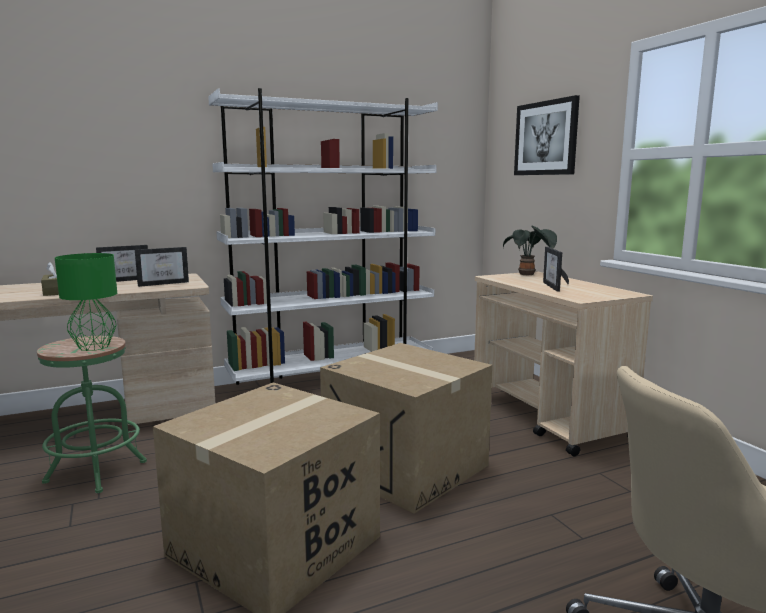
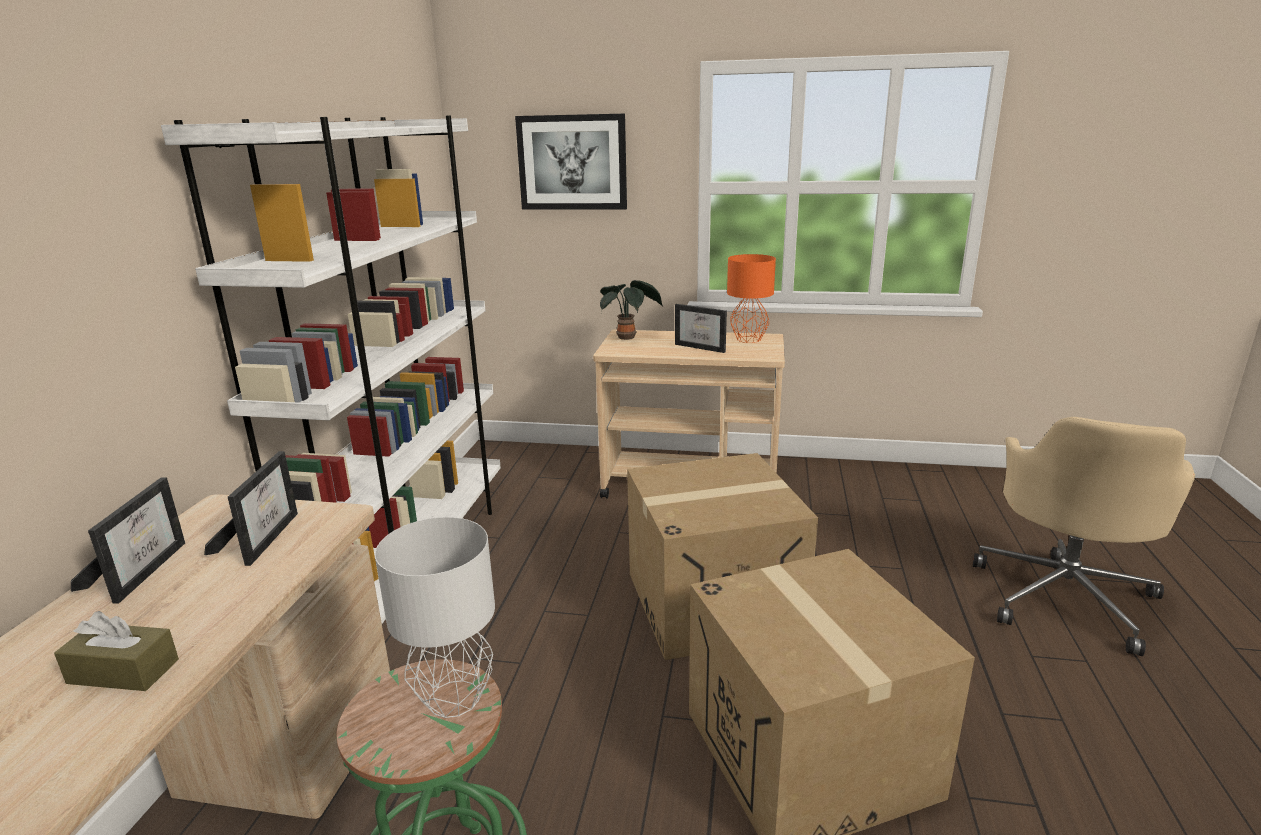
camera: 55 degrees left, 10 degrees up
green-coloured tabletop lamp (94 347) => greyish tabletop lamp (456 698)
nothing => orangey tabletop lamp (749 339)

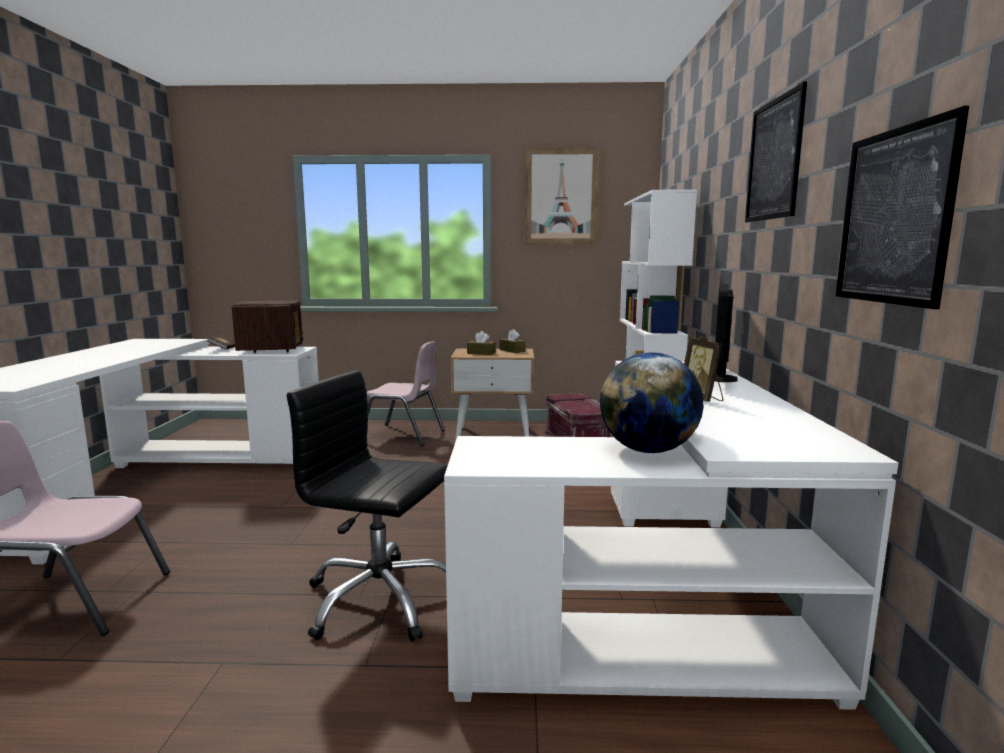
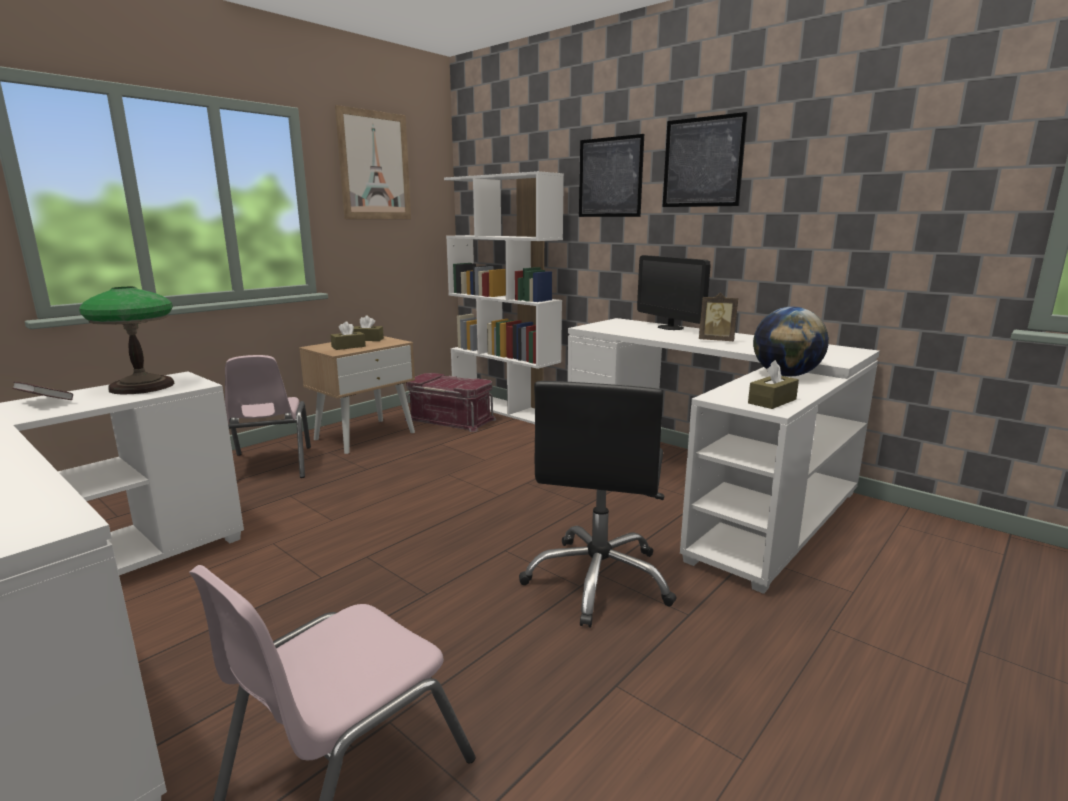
camera: 50 degrees left, 5 degrees up
radio receiver (272 350) => tabletop lamp (141 386)
black office chair (379 599) => black office chair (599 580), 45 degrees counterclockwise
pink plain chair (403 435) => pink plain chair (270 466), 105 degrees clockwise
picture (893 216) => picture (610 177), move
nothing => brown tissue holder (772 401)

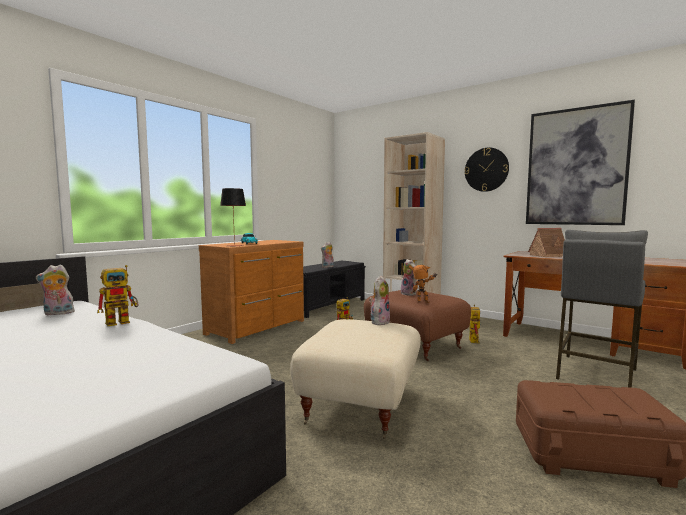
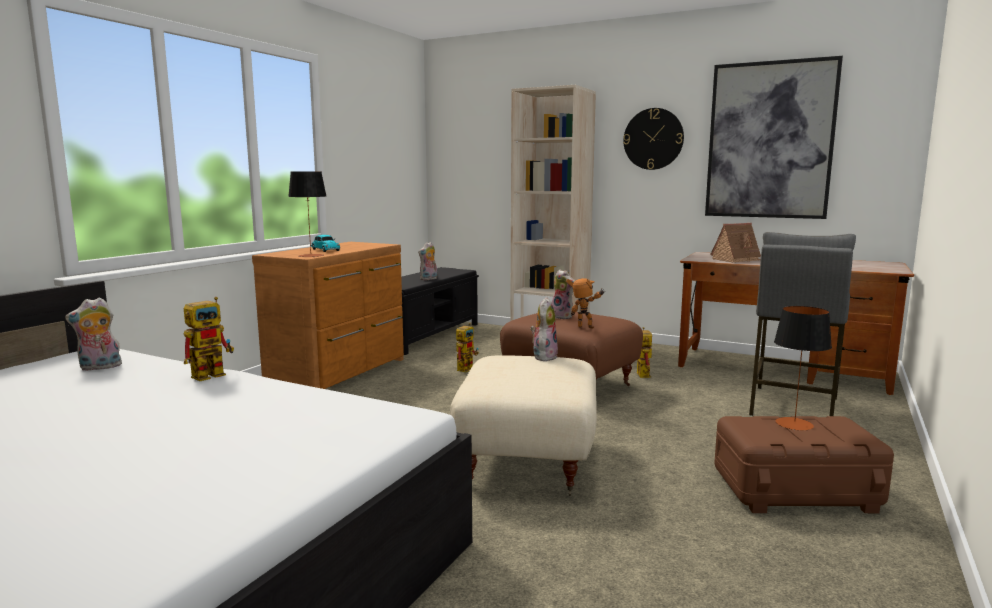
camera: 10 degrees left, 5 degrees up
nothing => tabletop lamp (794 424)

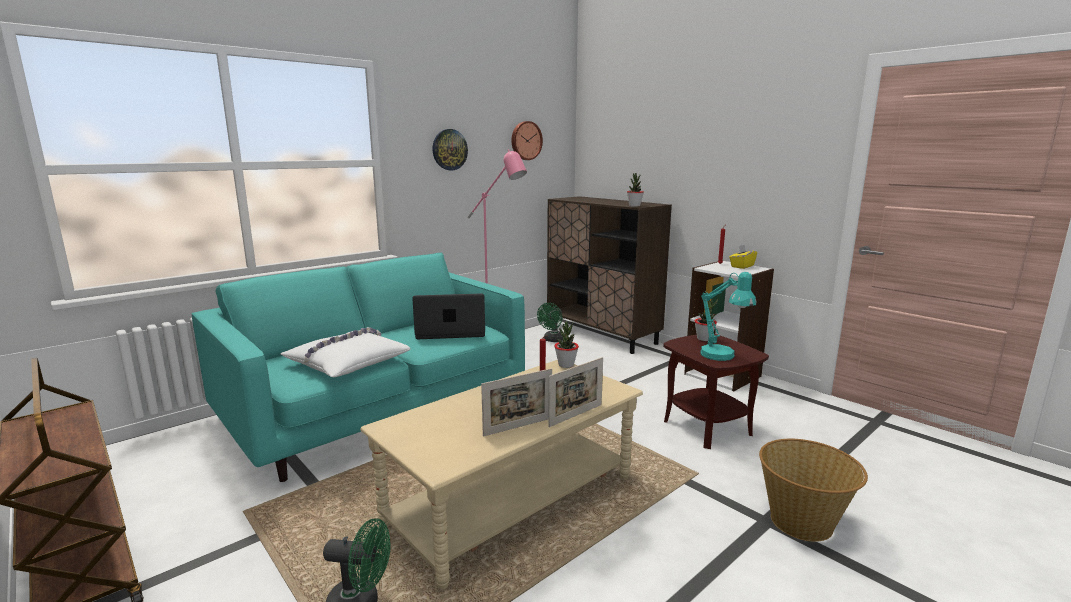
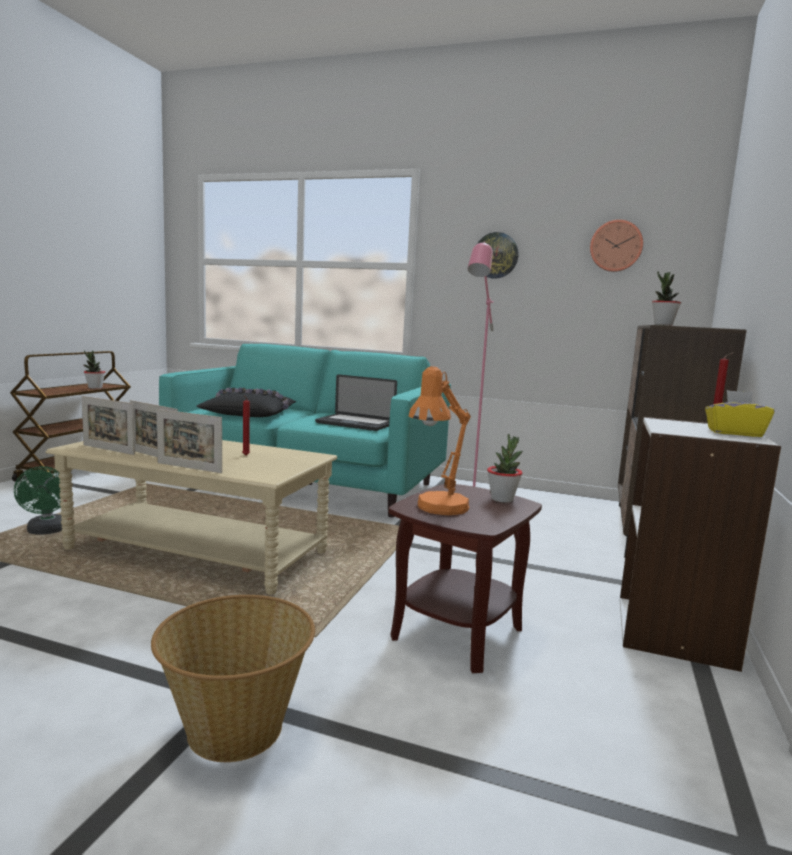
camera: 60 degrees right, 5 degrees down
white-coloured pillow (347 363) => black pillow (250 414)
portable computer (451 332) => portable computer (355 424), 150 degrees clockwise
green-coloured fan (552 340) => nothing
plant in a pot (566 365) => plant in a pot (95 388), move
turquoise-coloured tabletop lamp (722 357) => orangey tabletop lamp (437 509)
nothing => photo frame (108 450)

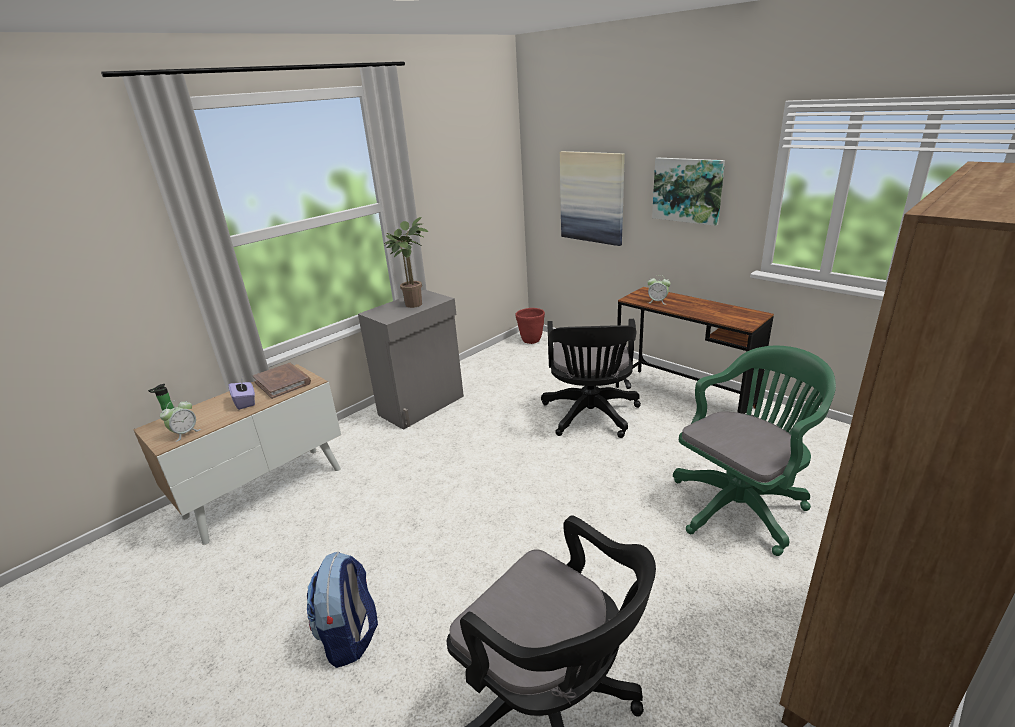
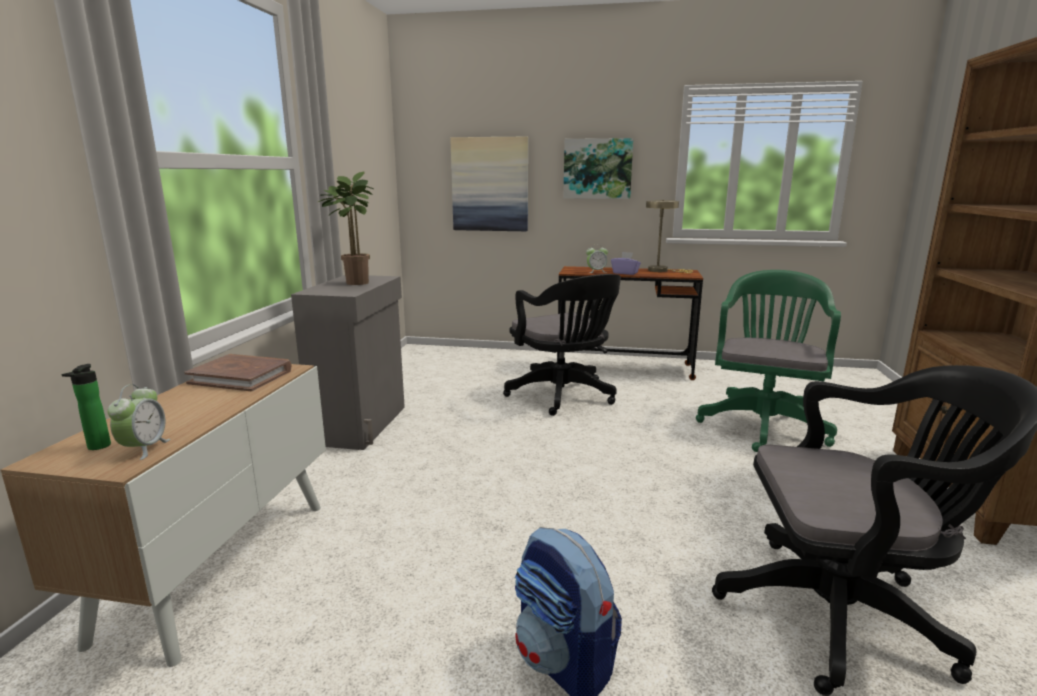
camera: 35 degrees left, 10 degrees down
purple tissue holder (245 402) => purple tissue holder (625 273), move
reddish plant pot (531 340) => nothing
nothing => sand-coloured tabletop lamp (661 270)

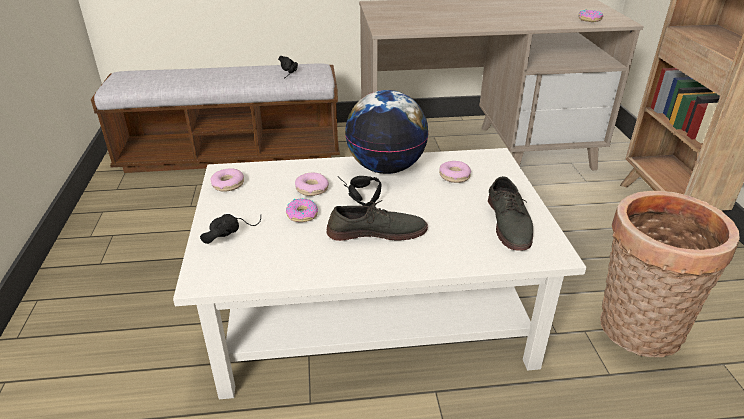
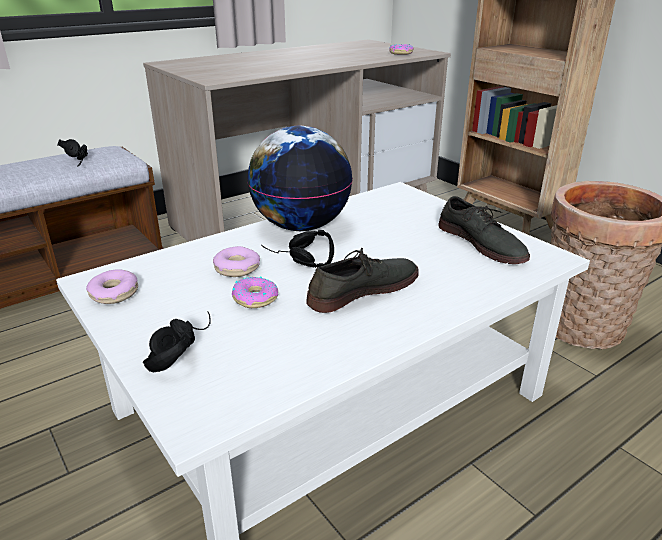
camera: 30 degrees left, 5 degrees down
doughnut (454 176) => nothing

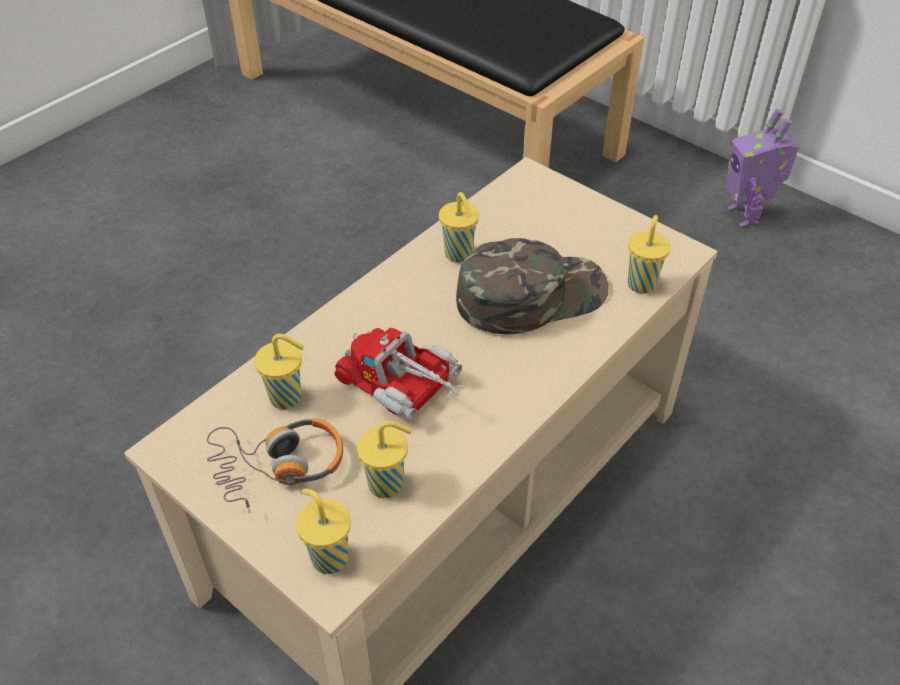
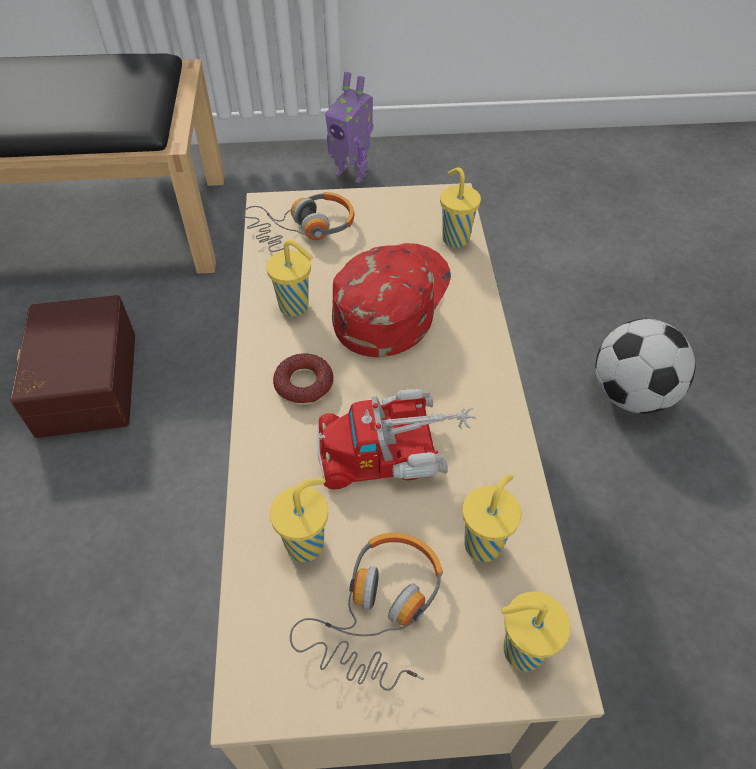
camera: 45 degrees left, 5 degrees up
green-coloured peaked cap (530 295) => reddish peaked cap (391 300)
nothing => brown storage container (83 383)
nothing => headphones (303 230)
nothing => doughnut (304 385)
nothing => ball for football (629 395)

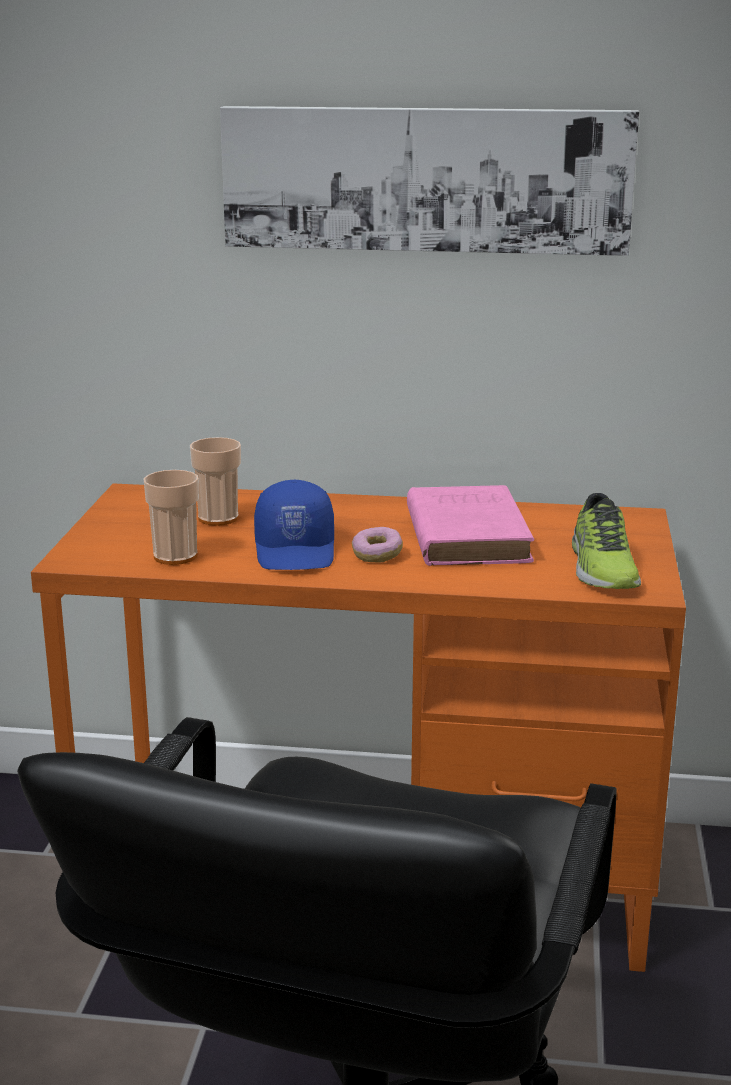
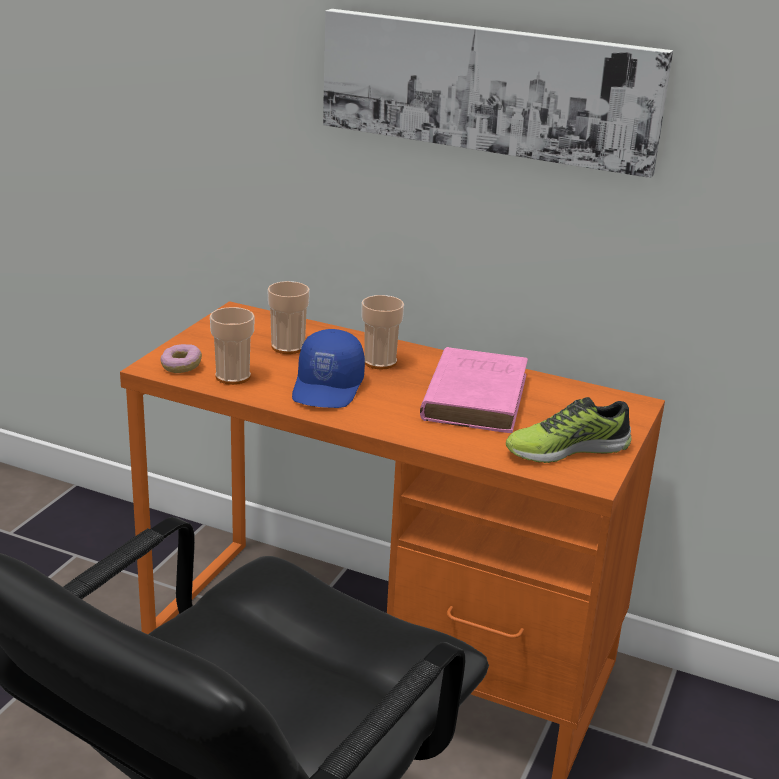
camera: 15 degrees right, 5 degrees up
doughnut (377 555) => doughnut (181 367), move
item of footwear (601 568) => item of footwear (566 449), 60 degrees clockwise
nothing => cup (380 362)

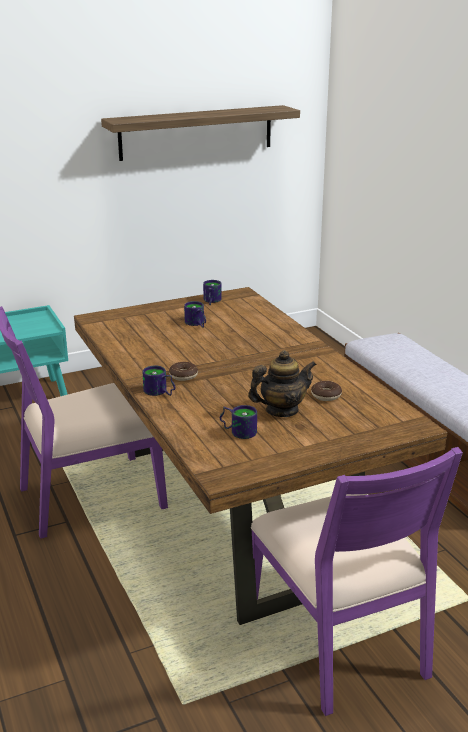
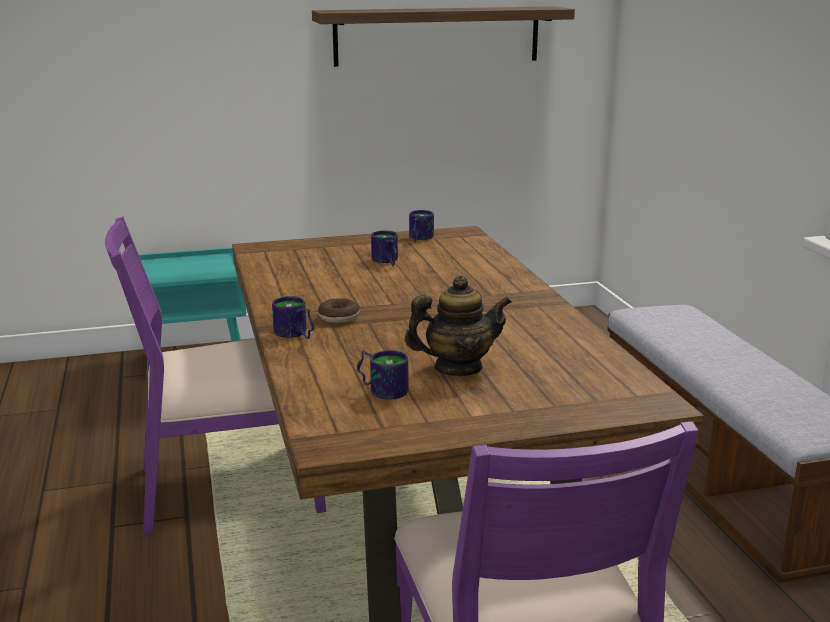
camera: 10 degrees right, 5 degrees down
doughnut (326 395) => nothing

